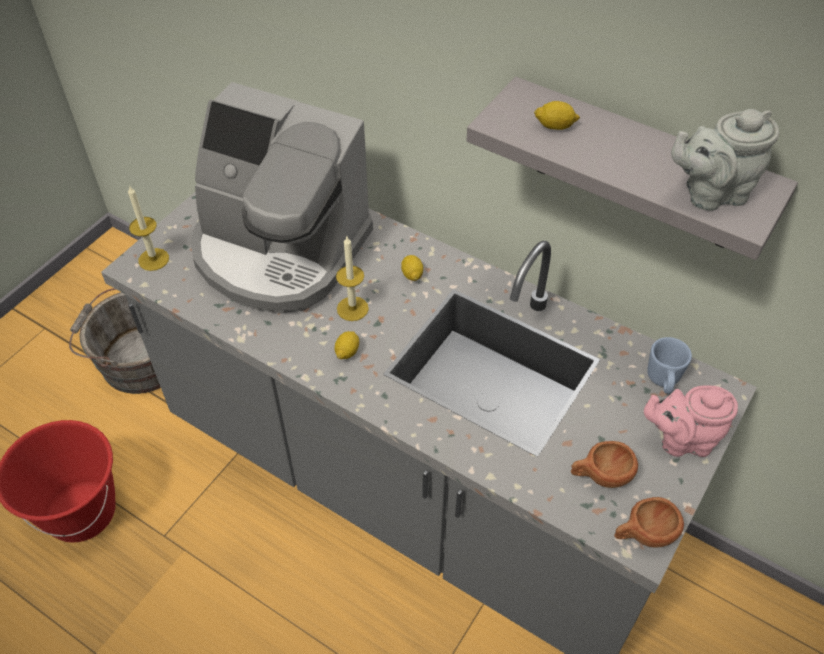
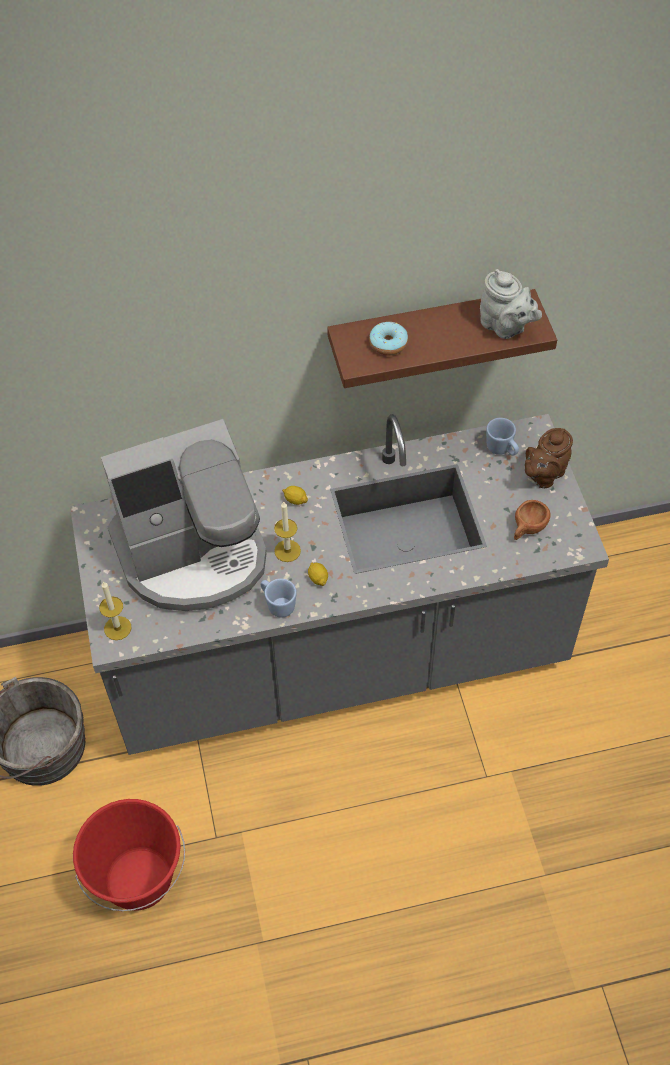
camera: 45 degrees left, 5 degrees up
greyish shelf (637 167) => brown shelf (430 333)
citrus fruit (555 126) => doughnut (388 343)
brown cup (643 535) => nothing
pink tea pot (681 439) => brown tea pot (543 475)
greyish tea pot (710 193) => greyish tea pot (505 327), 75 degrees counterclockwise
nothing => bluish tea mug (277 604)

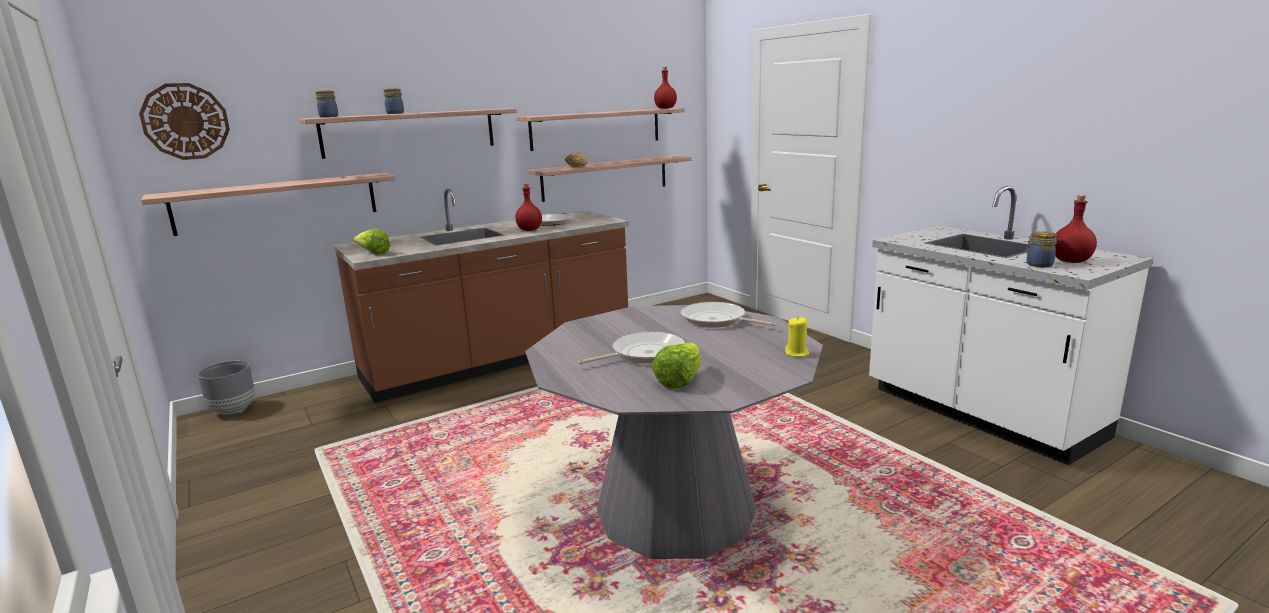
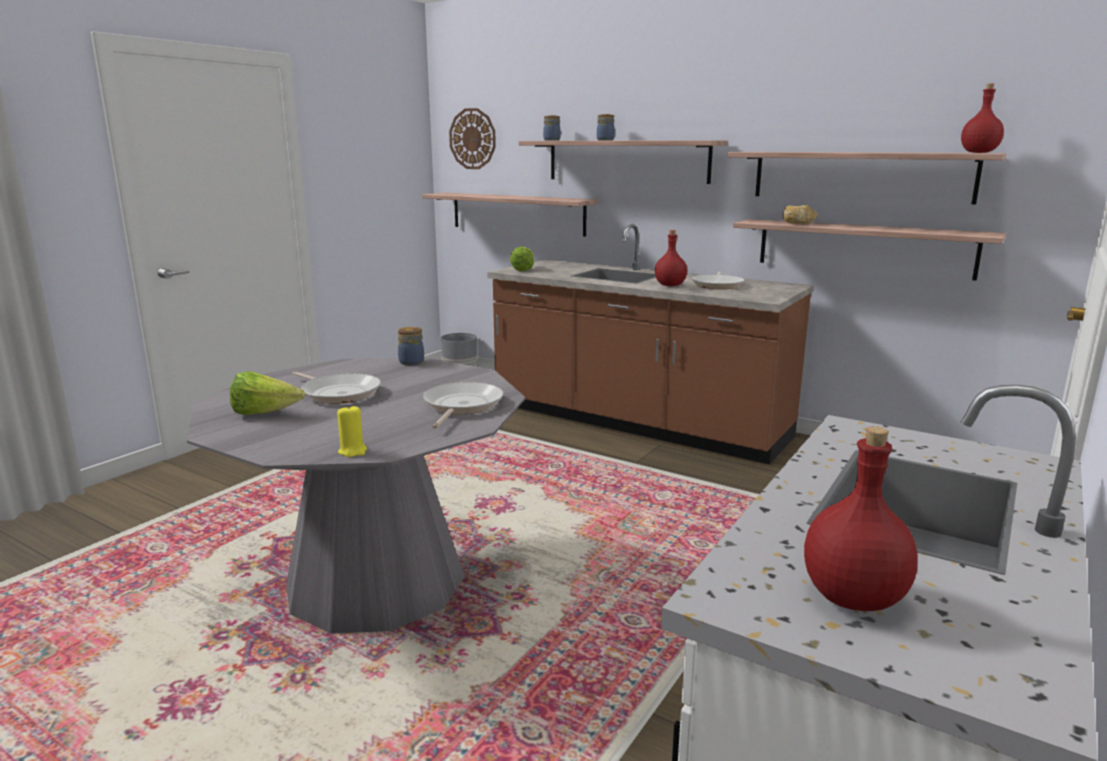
camera: 65 degrees right, 0 degrees up
jar (1038 265) => jar (411 362), move

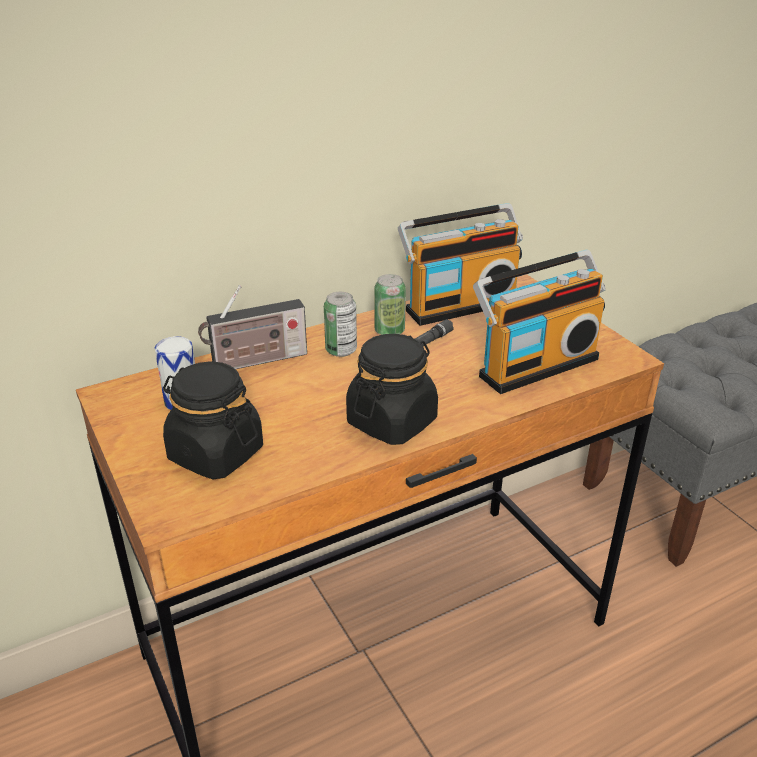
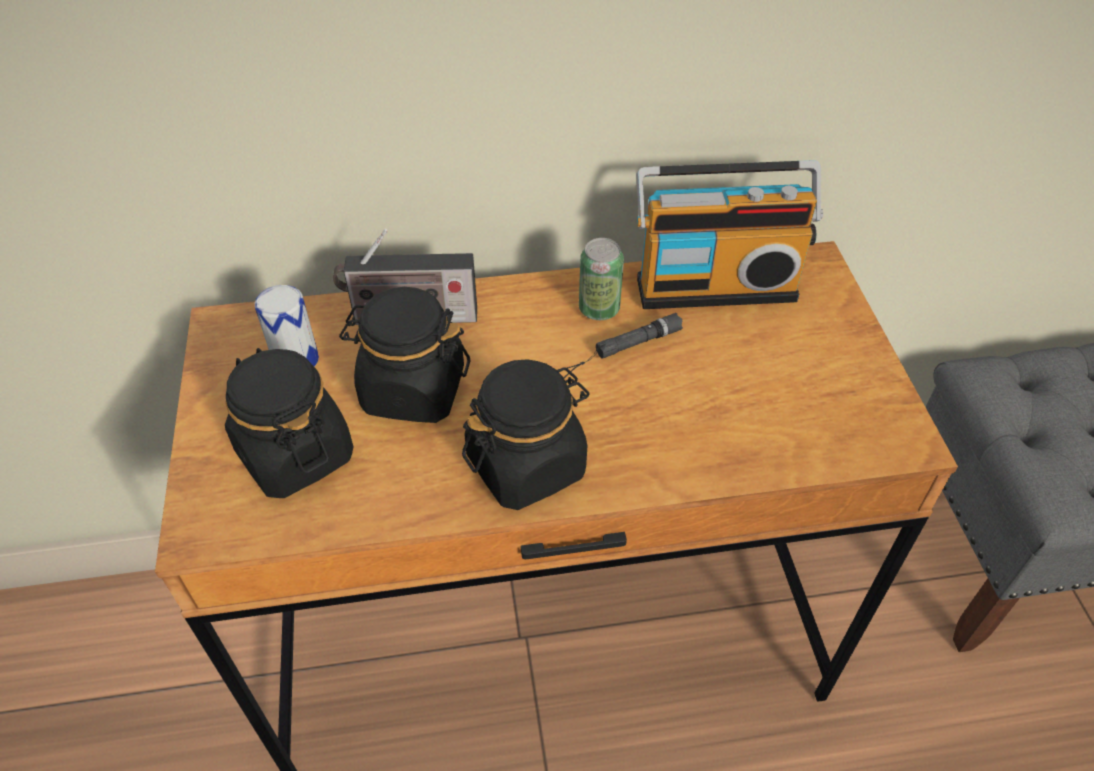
camera: 20 degrees right, 15 degrees up
can (341 350) => nothing
radio receiver (535 365) => nothing
nothing => black jar (412 390)

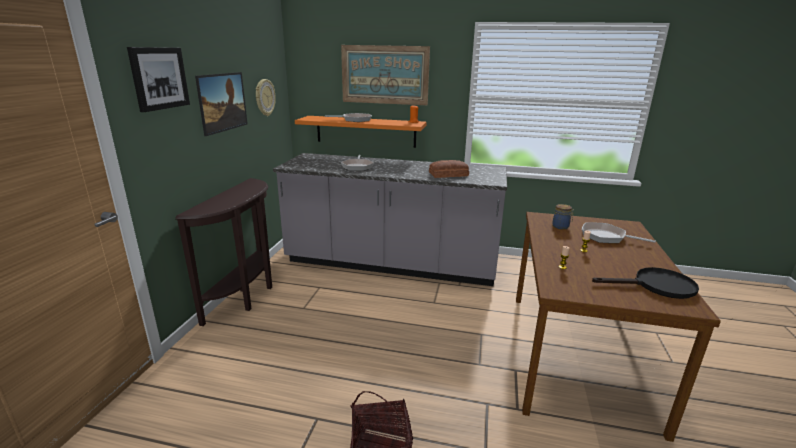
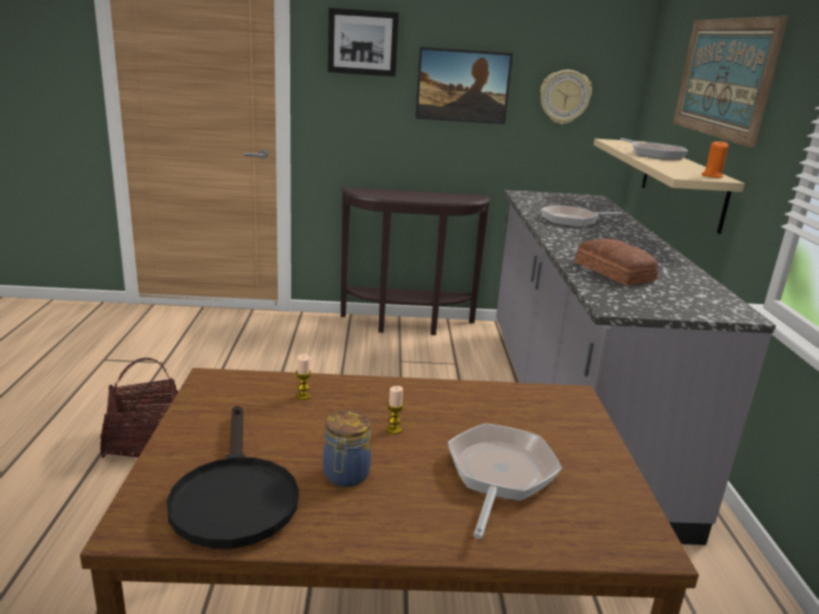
camera: 75 degrees right, 0 degrees up
orangey shelf (365 131) => sand-coloured shelf (682 183)
jar (561 227) => jar (345 476), move

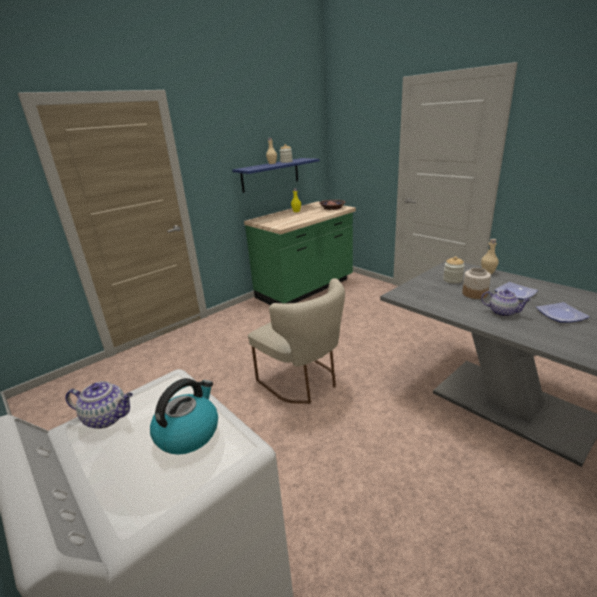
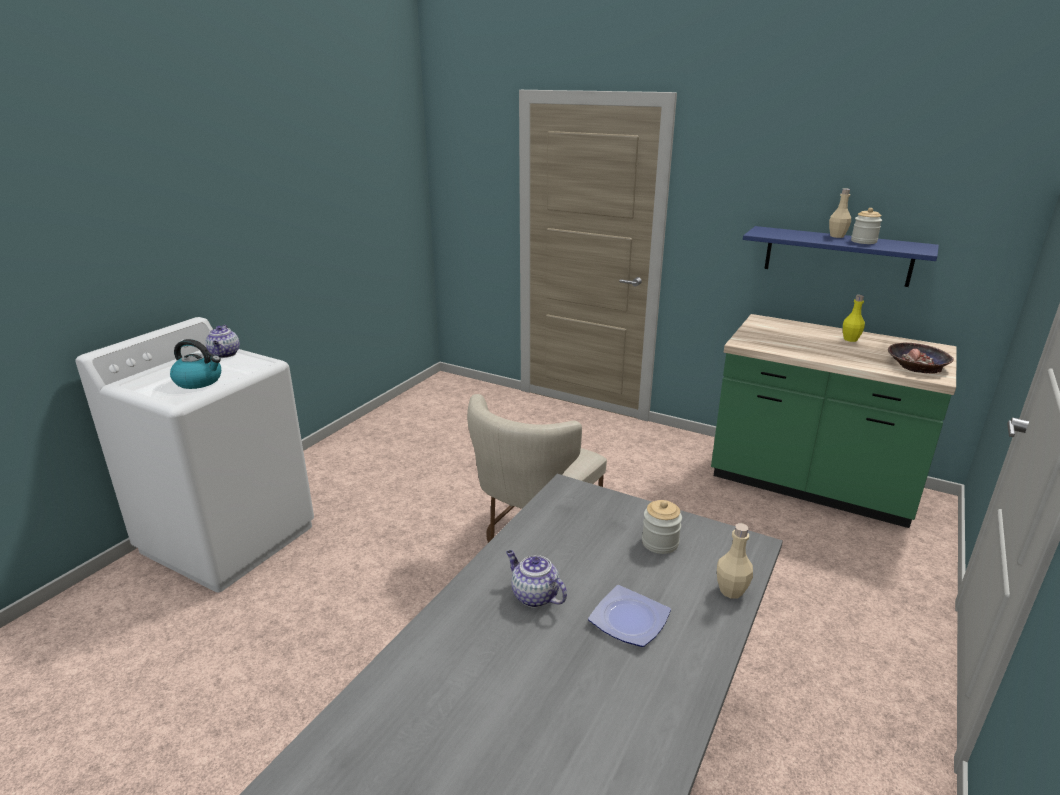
camera: 70 degrees right, 0 degrees up
jar (475 294) => nothing
tea pot (503 312) => tea pot (534 596), 120 degrees clockwise
plate (561 314) => nothing

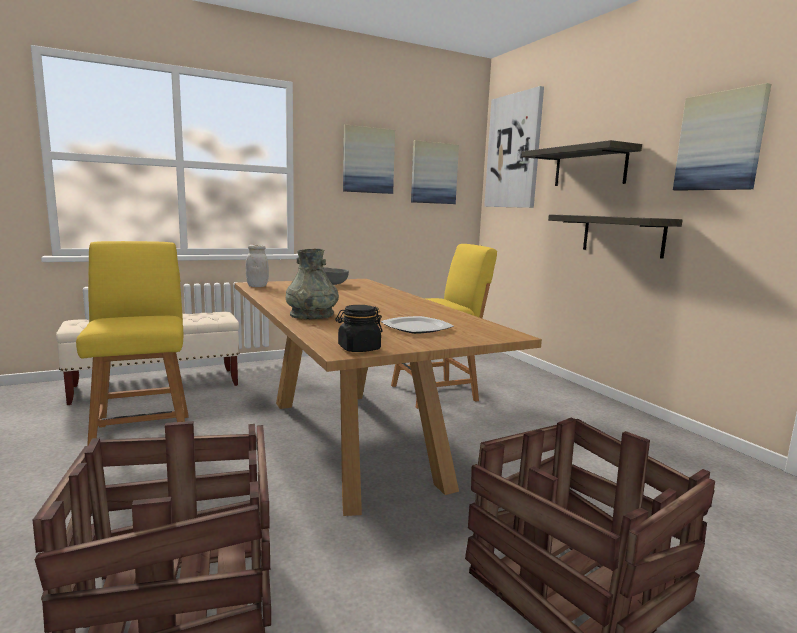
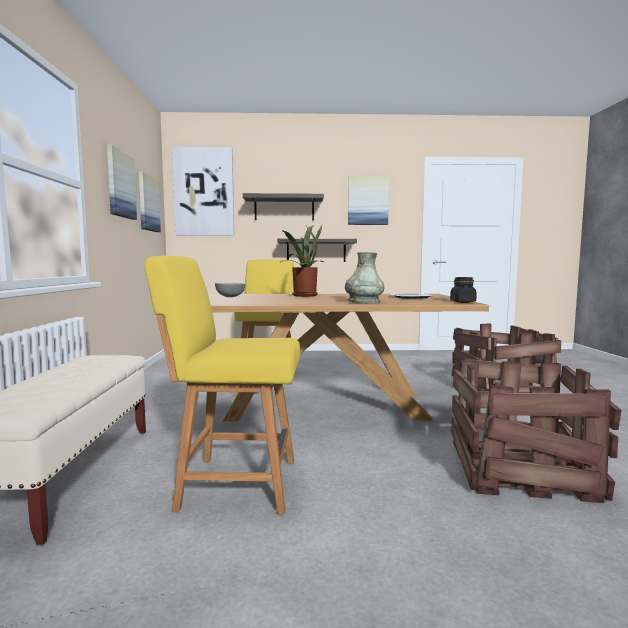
camera: 65 degrees left, 5 degrees down
white-coloured jar (257 286) => nothing
nothing => plant in a pot (302 295)

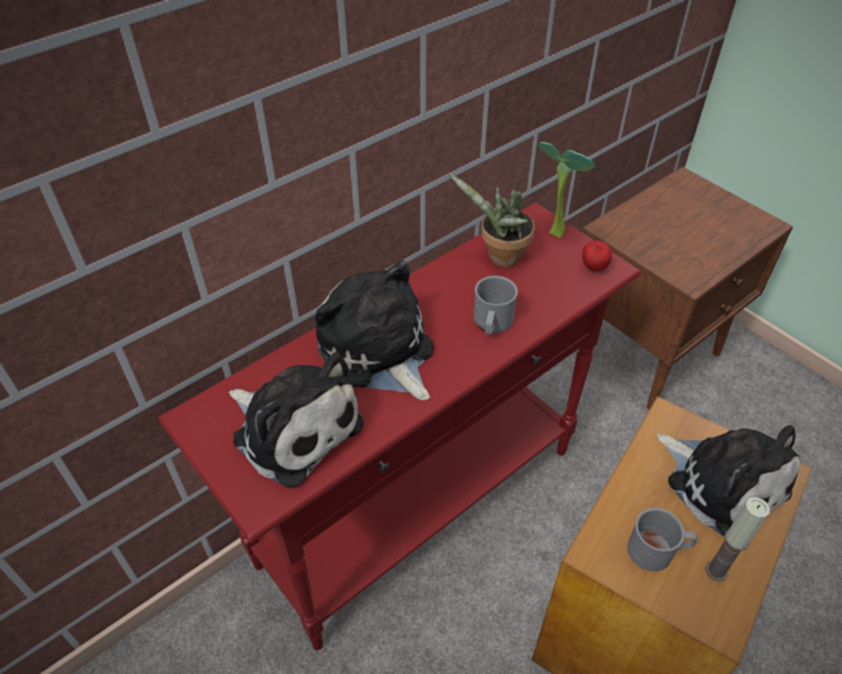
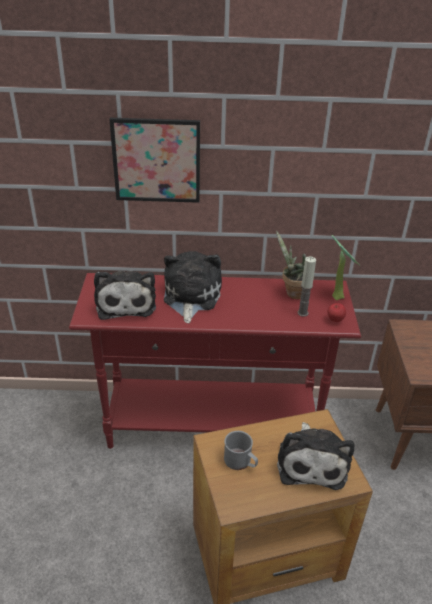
camera: 40 degrees right, 10 degrees down
greyish tea mug (491 324) => nothing
wax candle (716 570) => wax candle (302 313), move
nothing => picture (156 160)

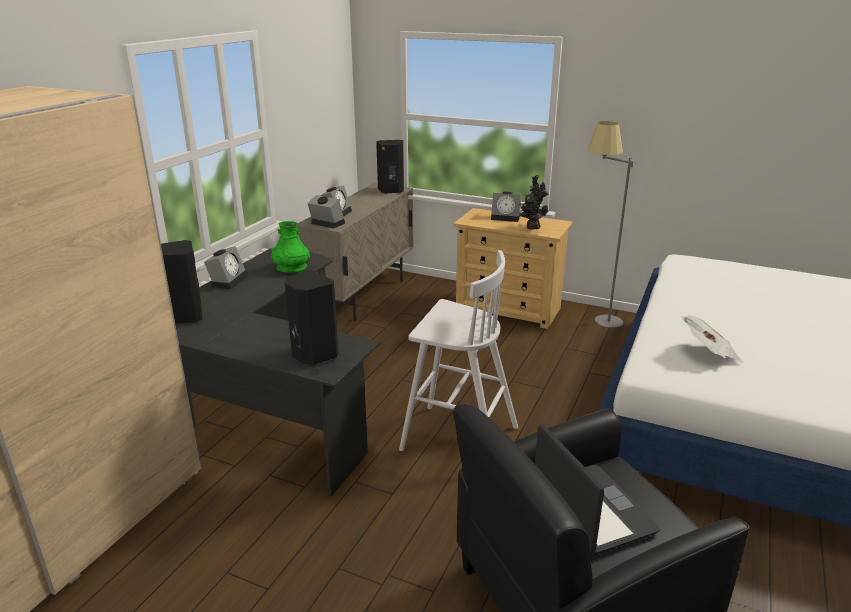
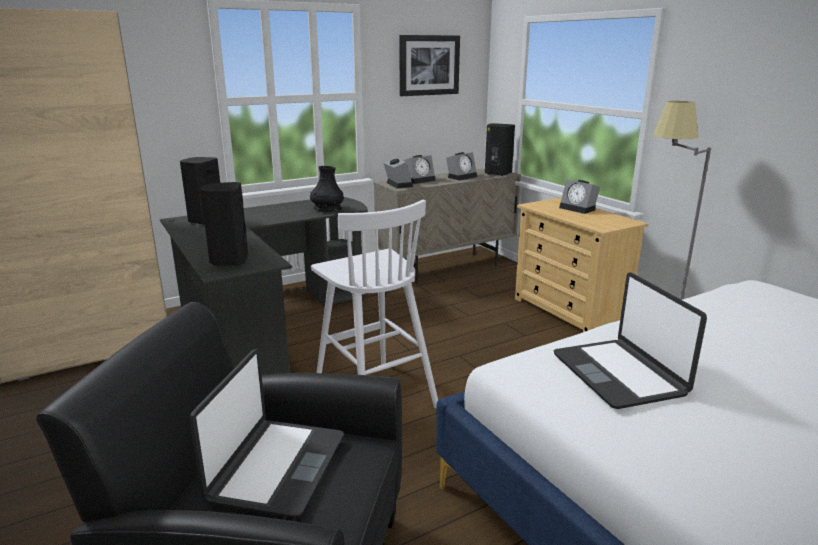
camera: 35 degrees right, 5 degrees down
table clock (228 280) => table clock (462 177), move
green-coloured vase (291 268) => black vase (327 209)
plant in a pot (532 227) => nothing
printed paper (709 353) => portable computer (619 374)
nothing => picture (429 65)

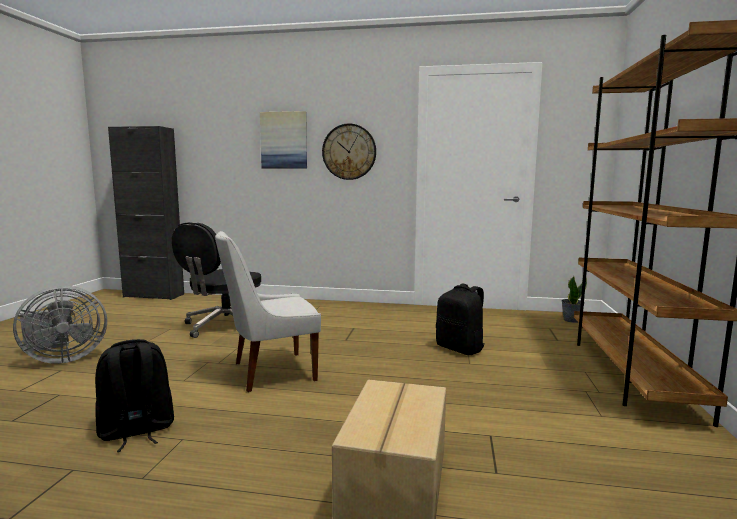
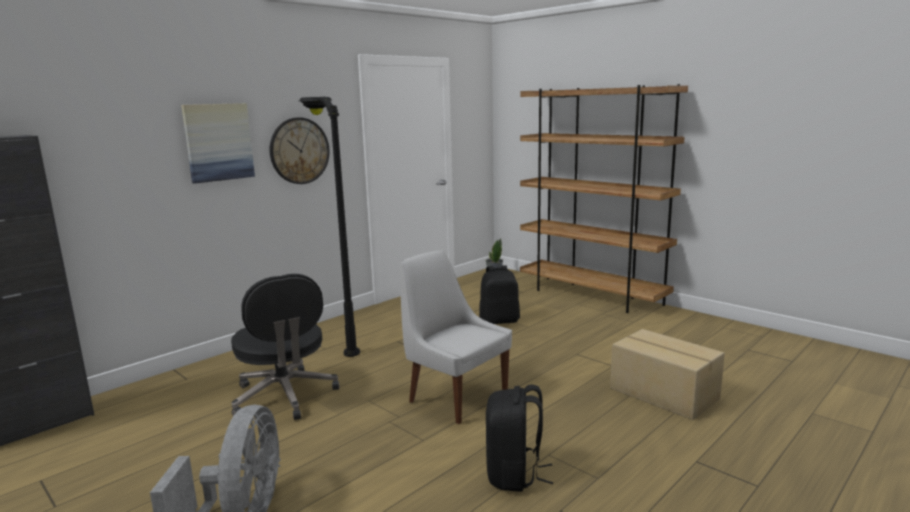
camera: 55 degrees left, 5 degrees up
white-coloured plain chair (270 372) => white-coloured plain chair (455 396), 120 degrees clockwise
nothing => black floor lamp (339 336)

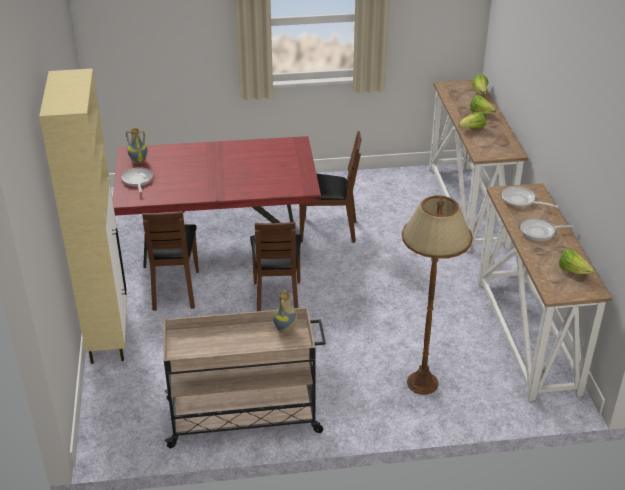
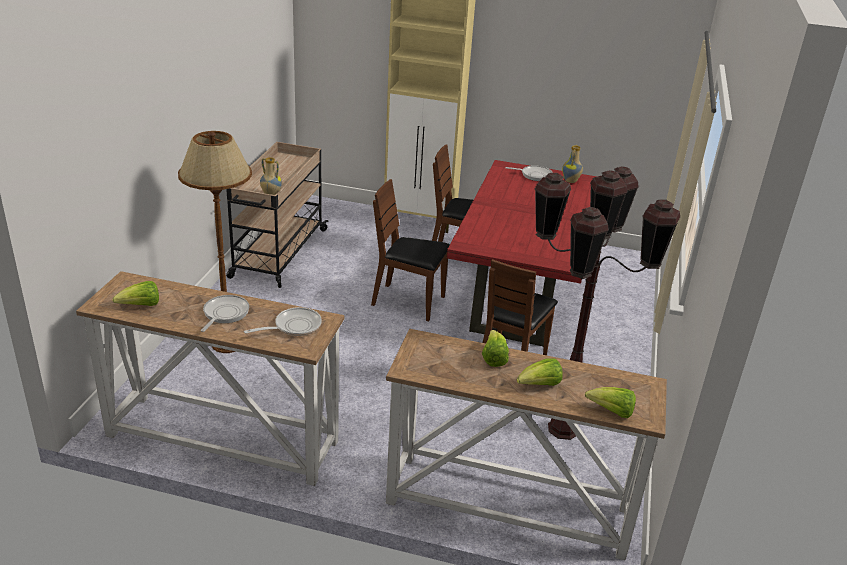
camera: 110 degrees right, 5 degrees down
nothing => brown floor lamp (562 428)

